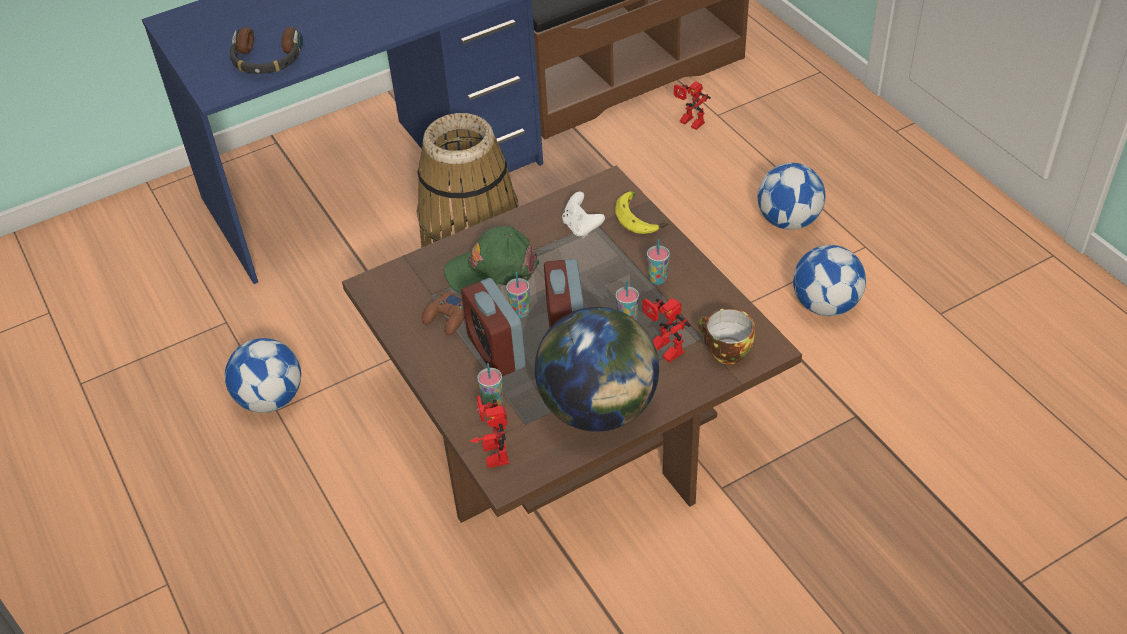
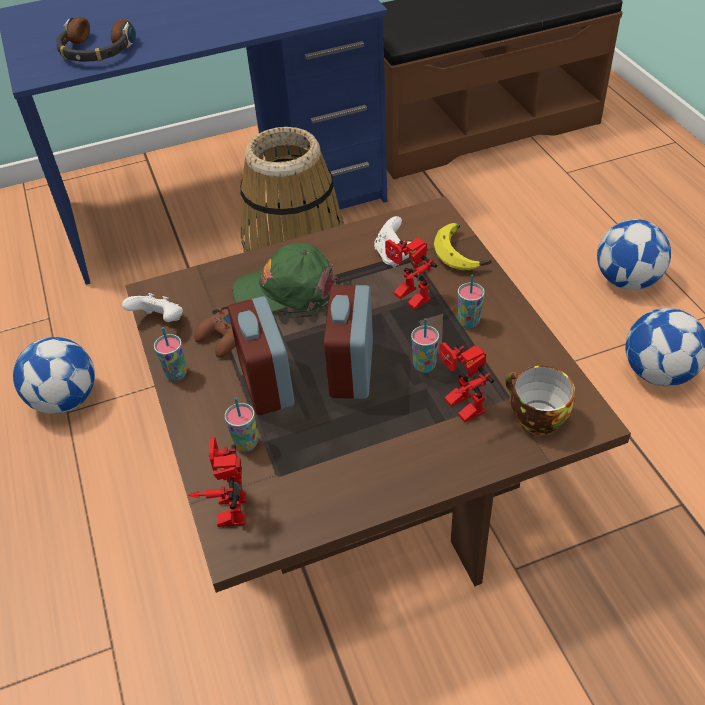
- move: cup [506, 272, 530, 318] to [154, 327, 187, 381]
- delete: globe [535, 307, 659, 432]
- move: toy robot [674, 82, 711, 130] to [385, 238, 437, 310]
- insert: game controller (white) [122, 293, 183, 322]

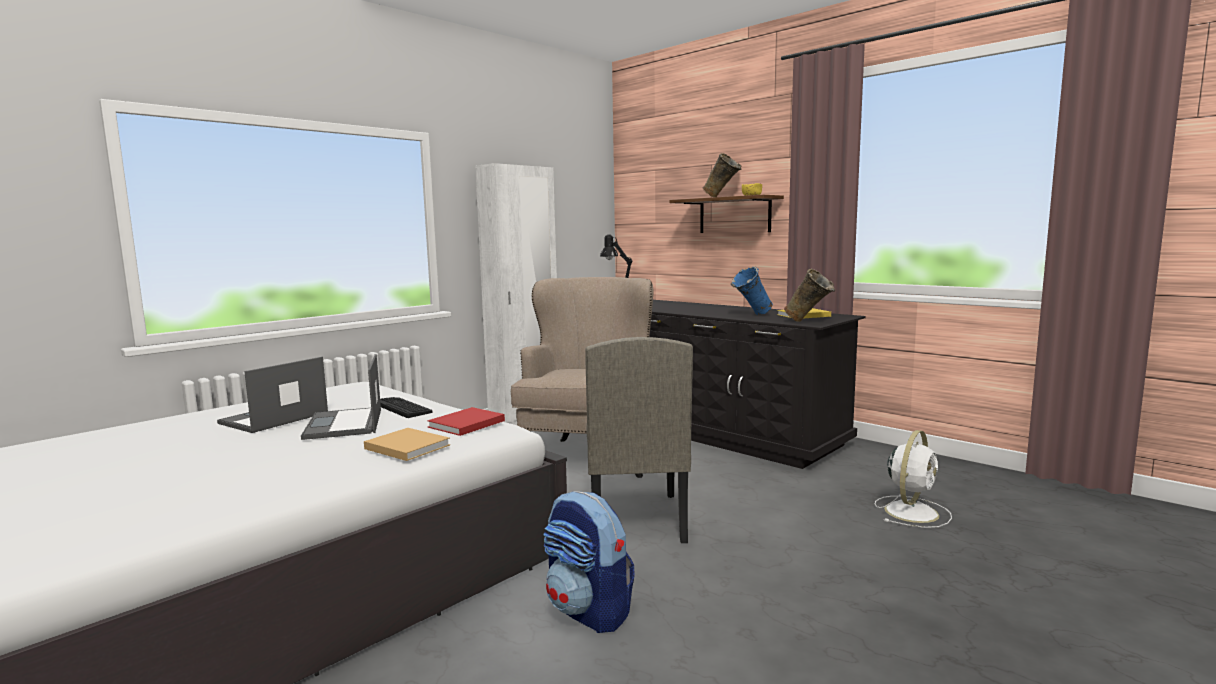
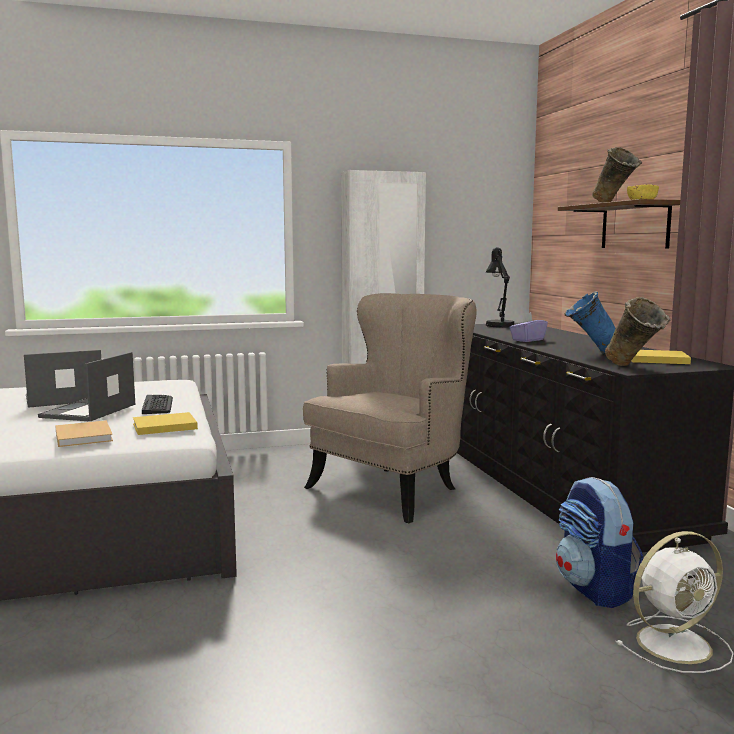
- recolor: book (red) [427, 407, 505, 436] to book (yellow) [133, 412, 198, 435]
- move: backpack [543, 491, 634, 633] to [556, 477, 644, 608]
- delete: chair (beige) [585, 337, 693, 543]
- insert: tissue box (purple) [509, 312, 548, 342]

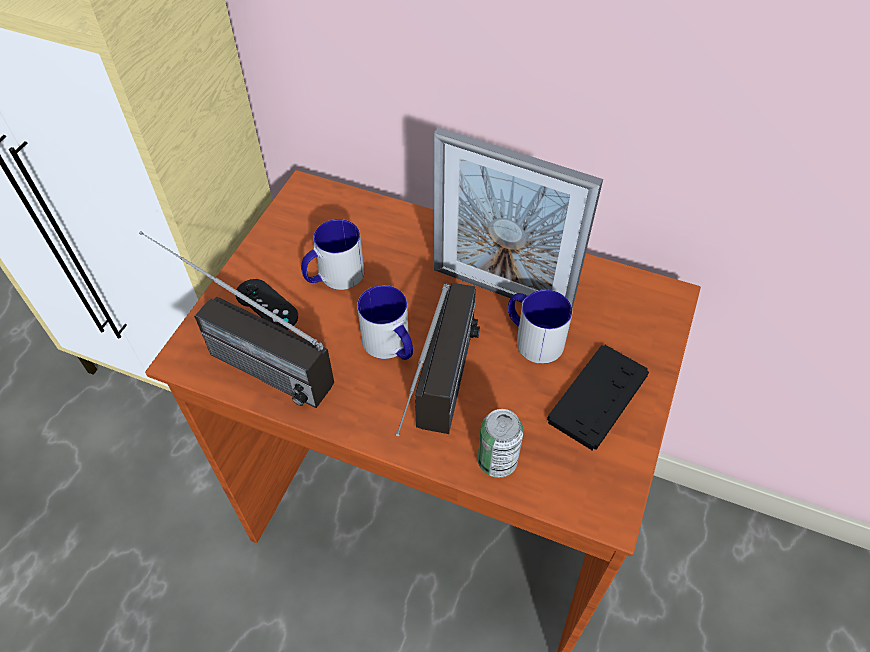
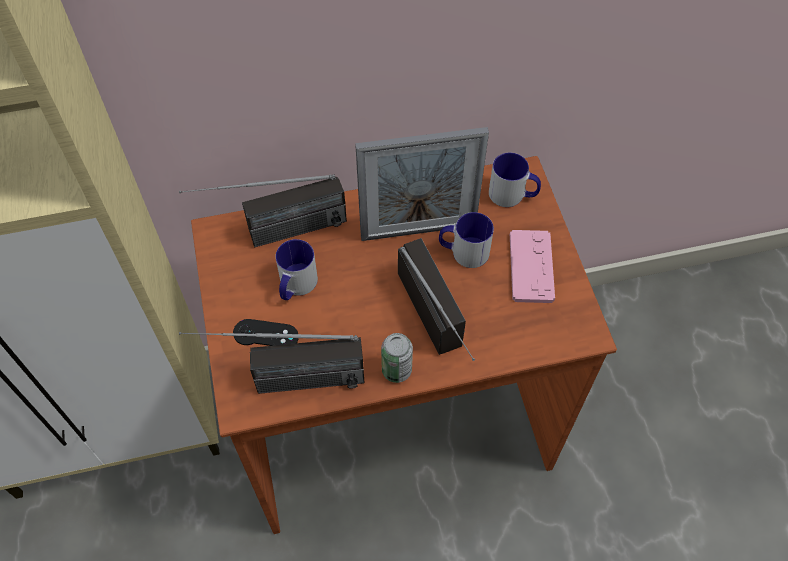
- move: mug [357, 285, 413, 360] to [489, 153, 541, 207]
- move: can [478, 409, 524, 478] to [381, 333, 413, 383]
- recolor: game controller (black) [547, 345, 649, 450] to game controller (pink) [510, 230, 555, 303]
- insert: radio [179, 174, 347, 247]

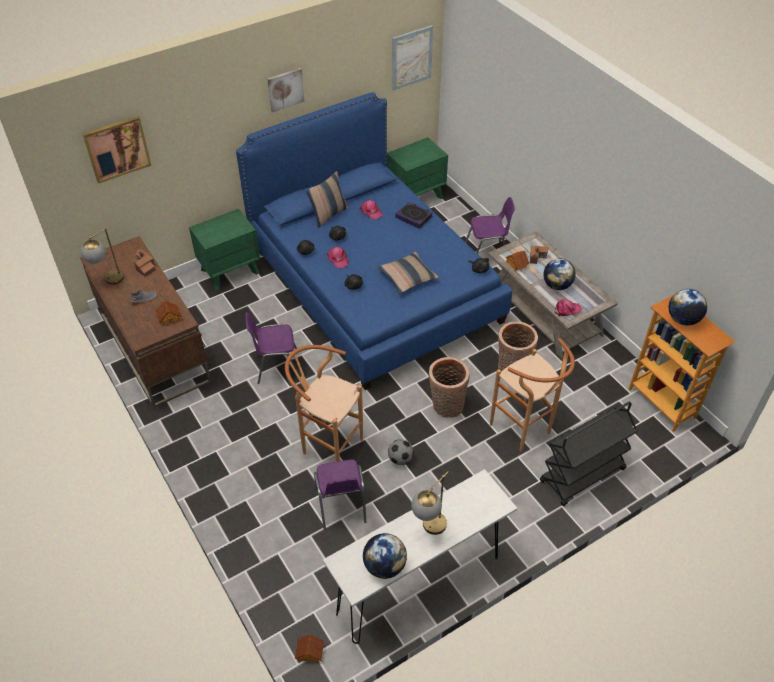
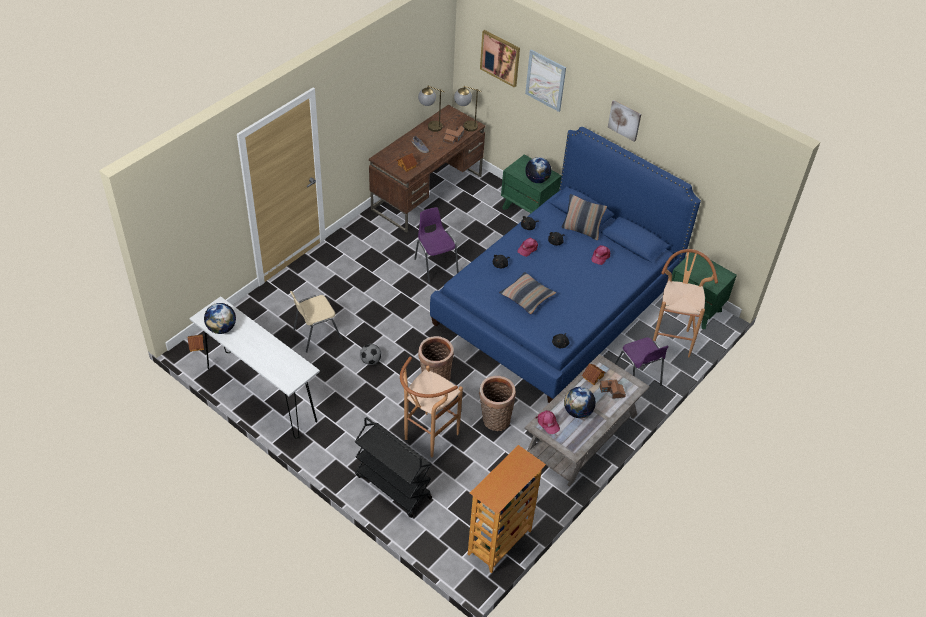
- move: stool (brown) [285, 345, 363, 462] to [653, 249, 718, 357]
- recolor: chair (purple) [314, 459, 366, 530] to chair (beige) [290, 291, 343, 352]
- move: picture [392, 25, 433, 91] to [525, 50, 566, 112]
- delete: book [395, 202, 433, 229]
- move: table lamp [411, 471, 448, 535] to [454, 86, 482, 132]
- move: globe [669, 289, 707, 325] to [525, 157, 552, 183]

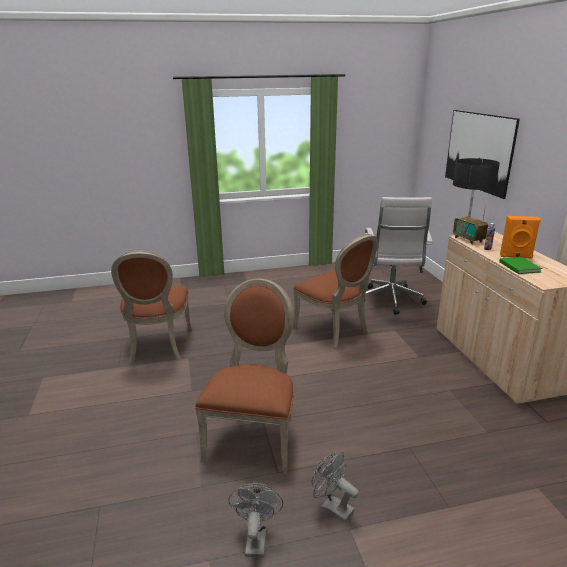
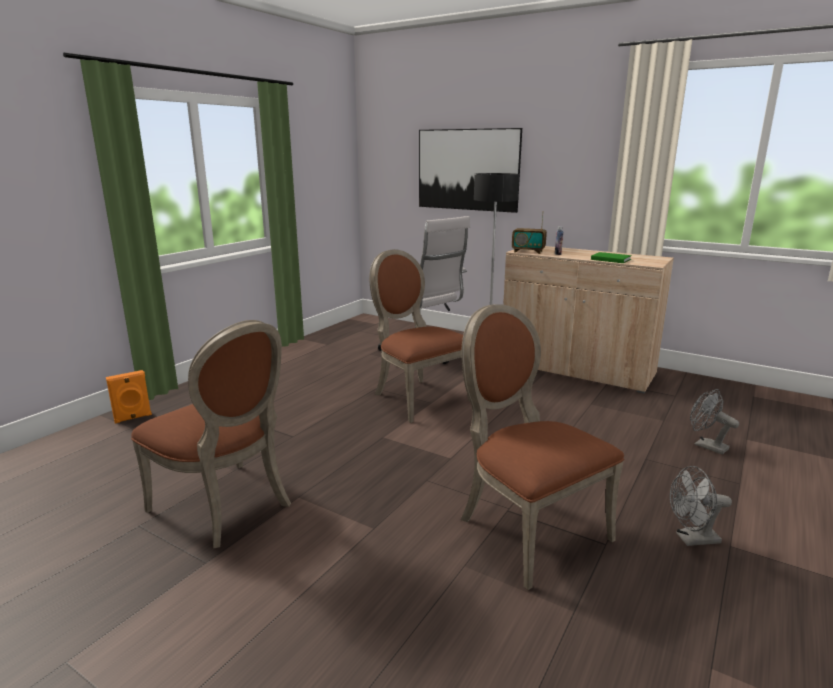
- move: fan (grey) [229, 483, 283, 557] to [690, 389, 739, 454]
- rotate: chair (brown) [293, 234, 378, 348] = [369, 249, 470, 423] 135 degrees counterclockwise
- move: speaker (orange) [500, 216, 541, 259] to [106, 370, 152, 424]

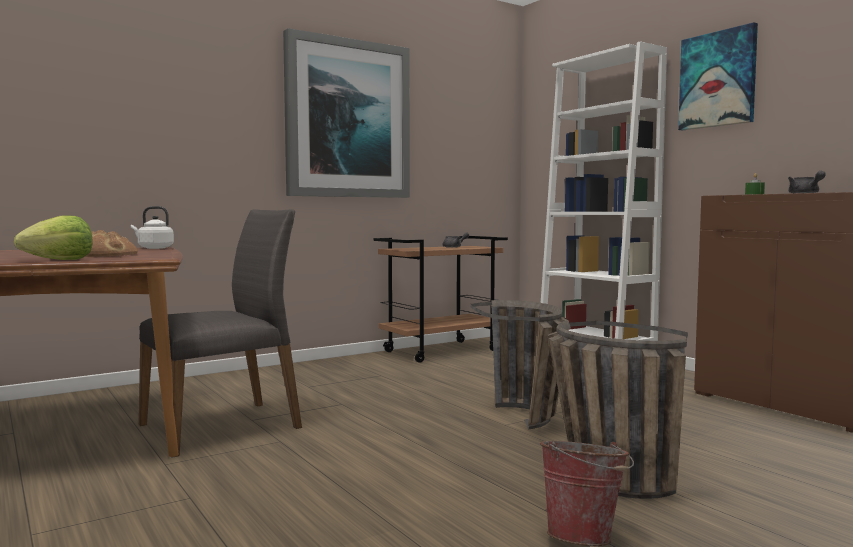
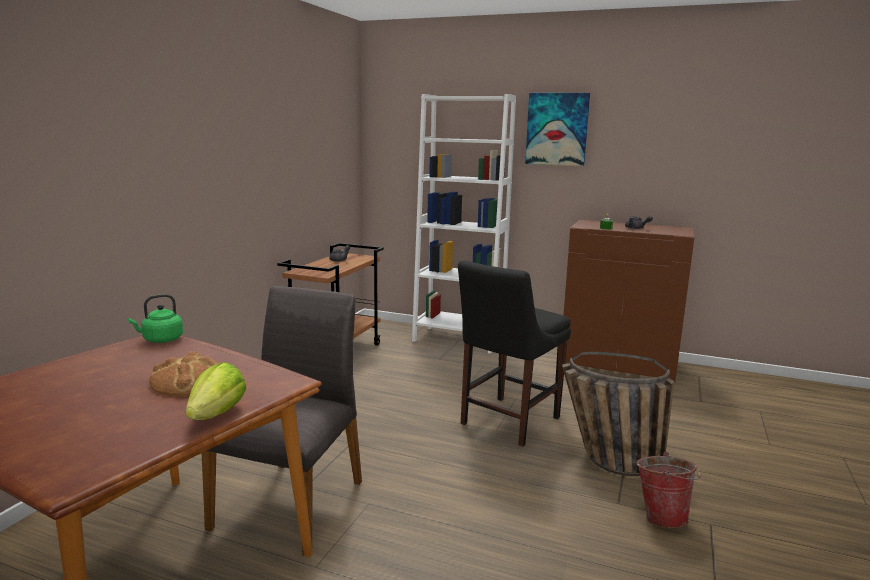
- recolor: kettle (white) [131, 206, 174, 249] to kettle (green) [128, 294, 183, 343]
- delete: picture [283, 28, 410, 198]
- replace: basket [471, 300, 568, 430] to chair (black) [458, 260, 571, 446]

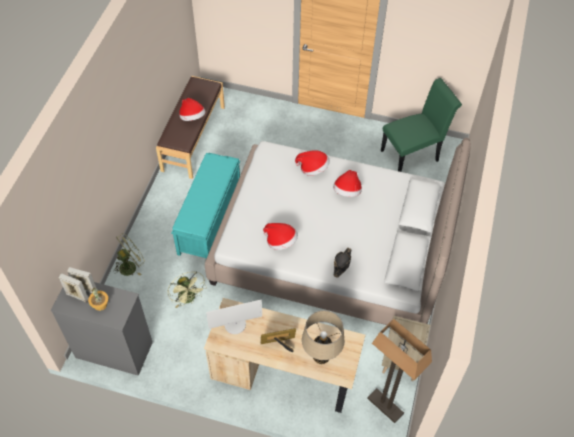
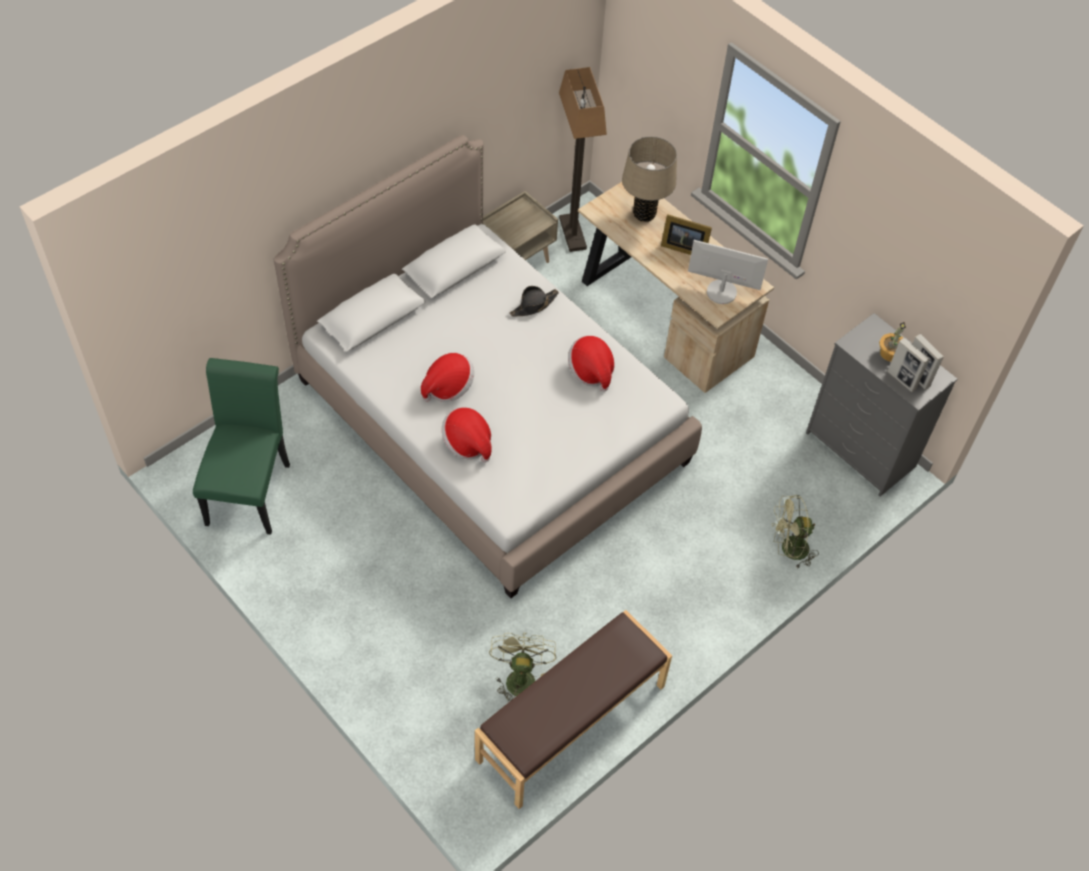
- move: fan (green) [168, 271, 207, 308] to [489, 633, 557, 703]
- delete: bench (turquoise) [171, 153, 240, 259]
- delete: hat [179, 98, 206, 121]
- rotate: chair (green) [381, 78, 462, 172] = [193, 358, 290, 535] 90 degrees clockwise

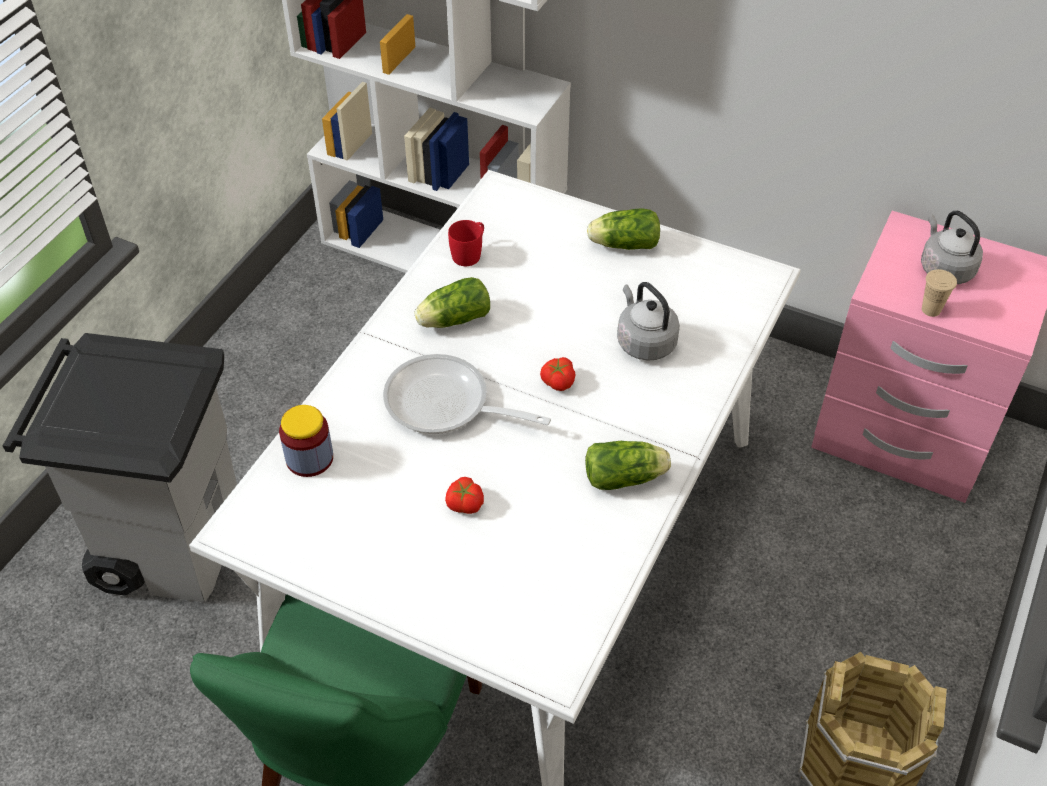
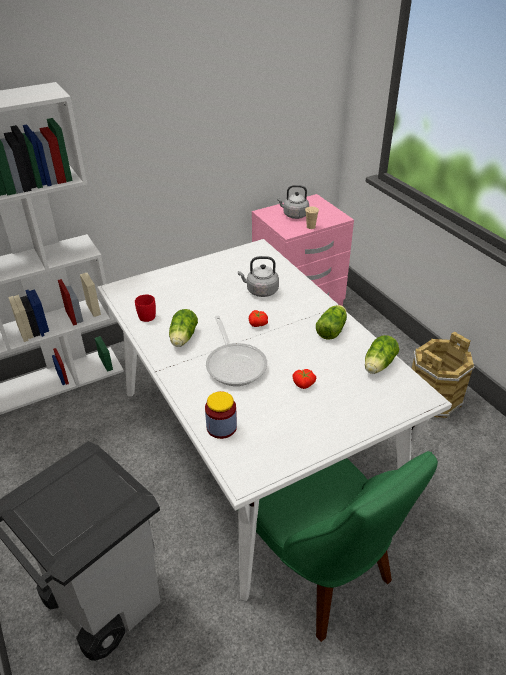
- rotate: frying pan [383, 354, 551, 434] = [206, 316, 267, 386] 75 degrees counterclockwise
- move: lettuce [587, 208, 660, 250] to [365, 335, 399, 374]

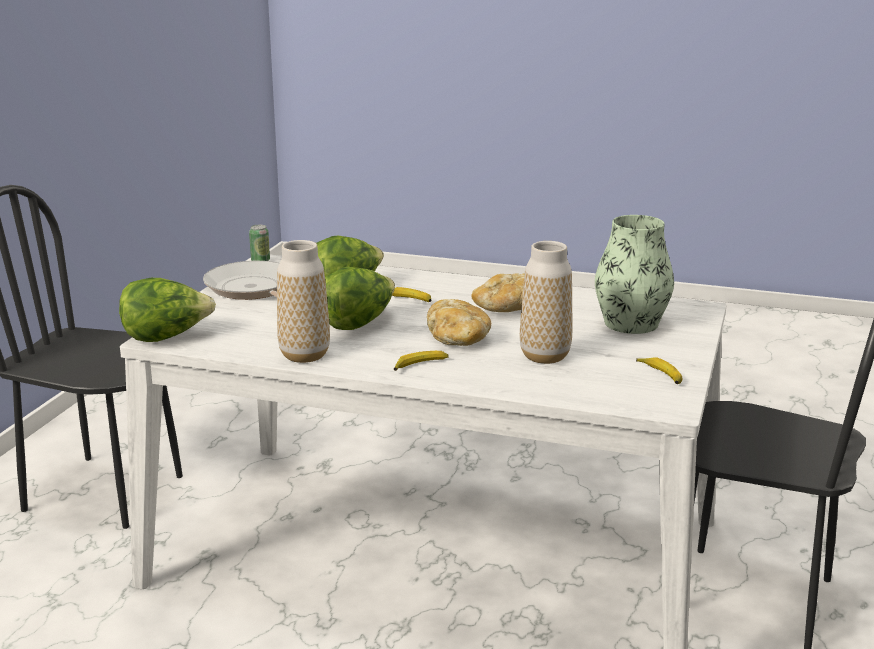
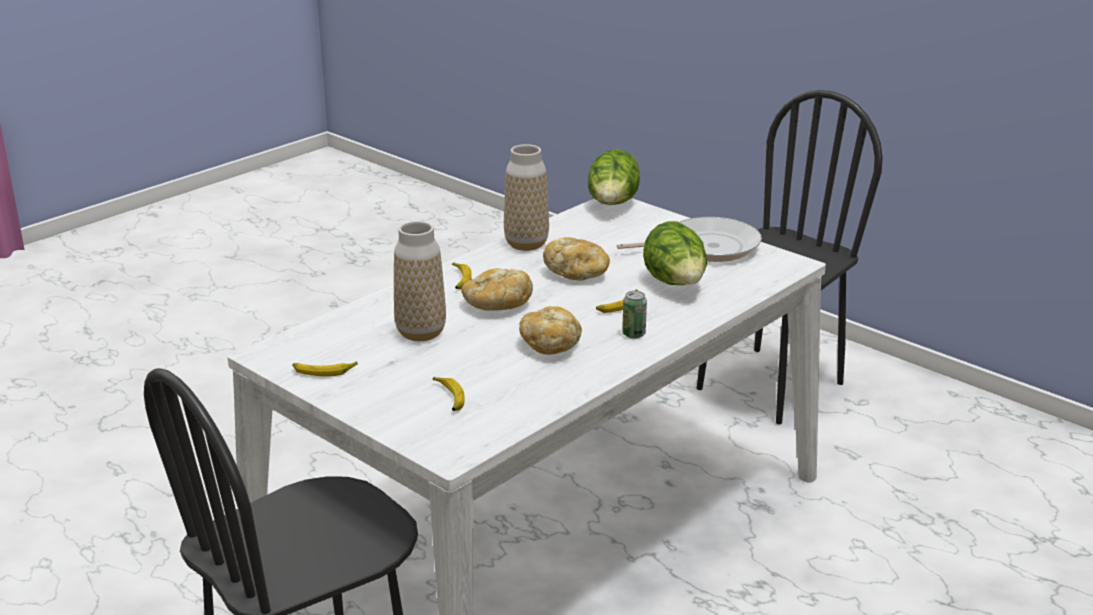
- move: can [249, 225, 270, 261] to [622, 291, 647, 339]
- replace: lettuce [325, 267, 395, 330] to bread [543, 237, 610, 281]
- replace: vase [595, 215, 674, 334] to banana [433, 377, 465, 411]

